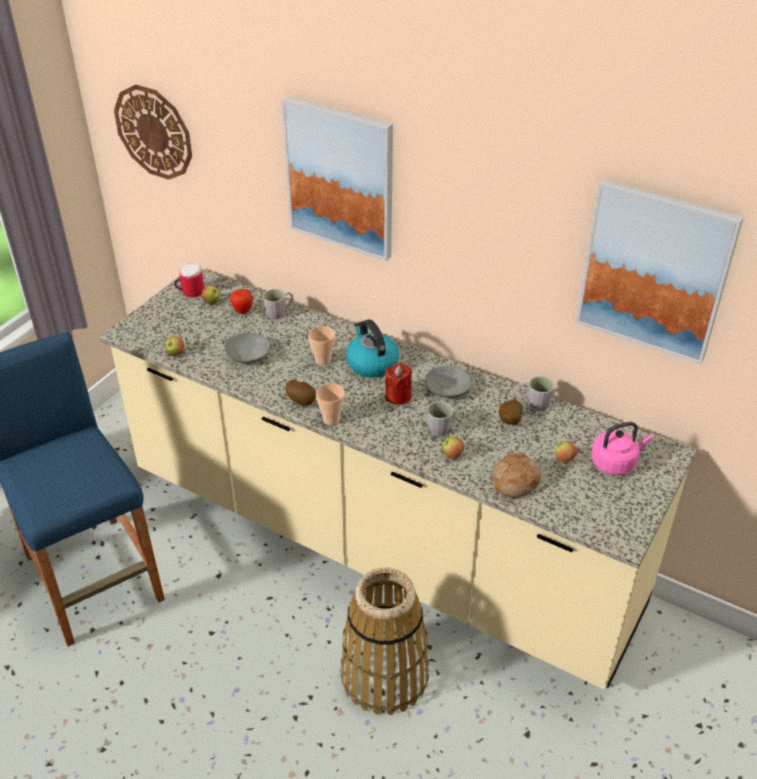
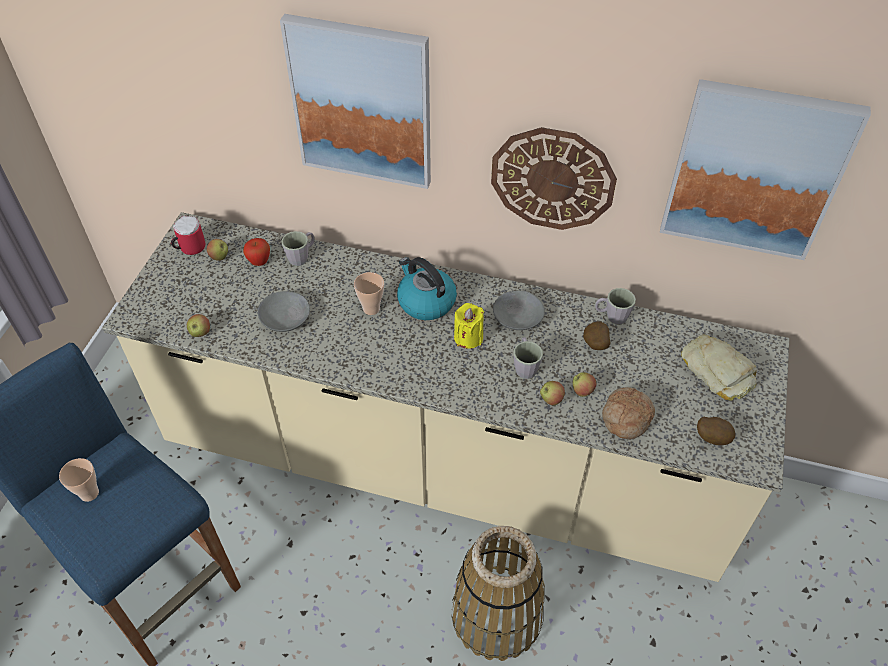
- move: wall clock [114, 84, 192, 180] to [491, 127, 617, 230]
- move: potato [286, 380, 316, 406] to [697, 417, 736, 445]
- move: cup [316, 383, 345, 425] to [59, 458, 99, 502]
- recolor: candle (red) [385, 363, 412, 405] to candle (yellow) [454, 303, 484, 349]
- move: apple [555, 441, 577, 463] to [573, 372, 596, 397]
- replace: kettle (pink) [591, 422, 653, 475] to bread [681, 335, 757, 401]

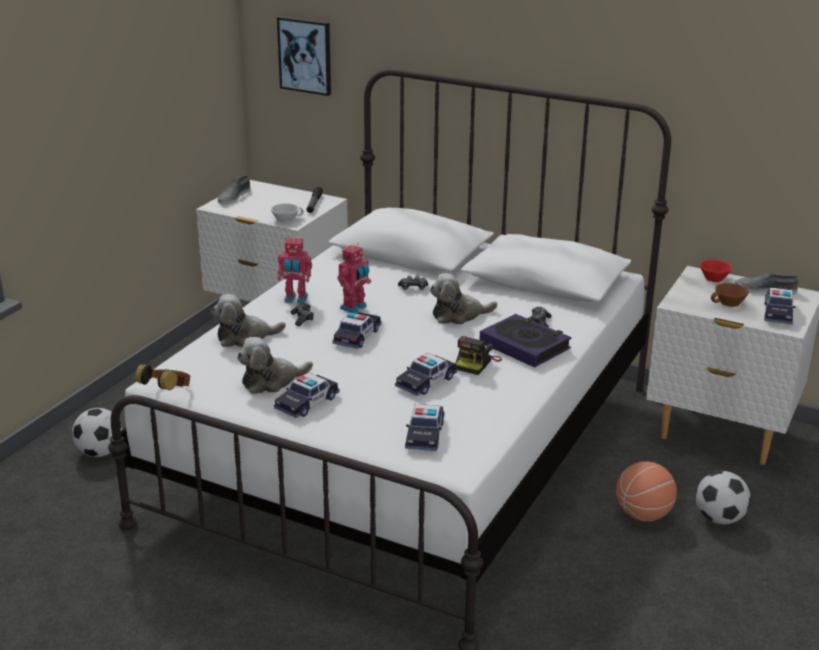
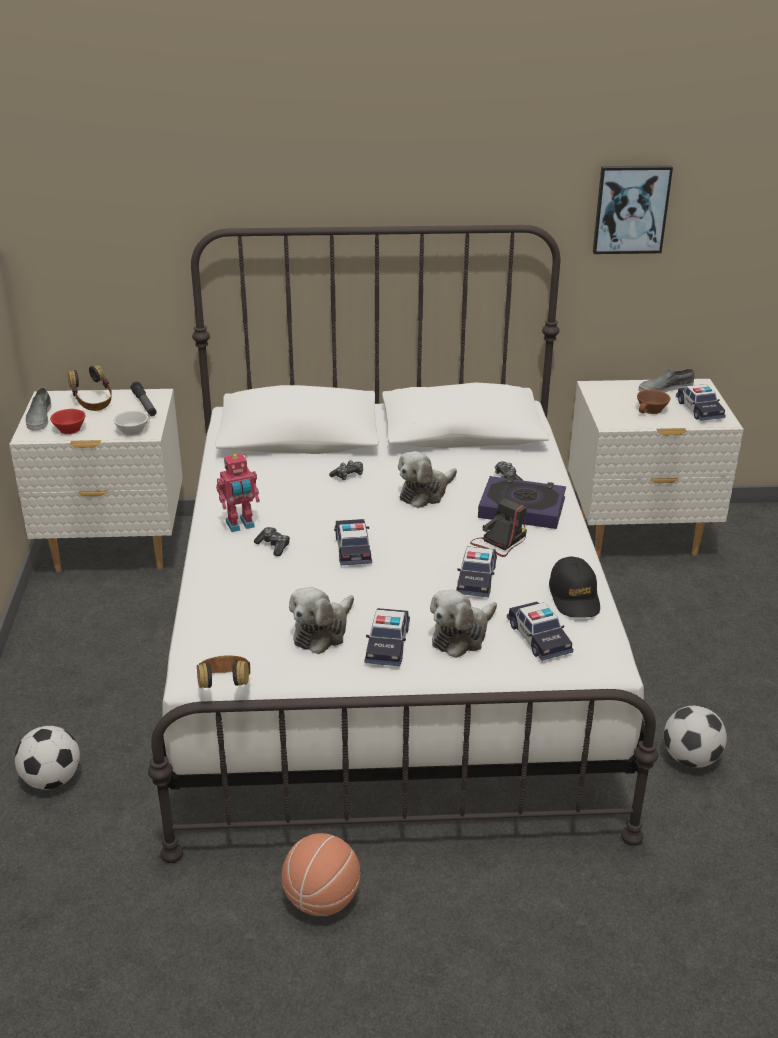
- move: plush toy [211, 294, 286, 347] to [430, 590, 497, 658]
- move: picture [277, 16, 331, 96] to [593, 165, 673, 254]
- delete: toy robot [337, 243, 371, 313]
- rotate: photo camera [456, 336, 502, 375] = [470, 498, 527, 557] 135 degrees counterclockwise
- move: basketball [616, 461, 677, 521] to [282, 833, 360, 916]
- move: football [696, 471, 751, 524] to [664, 706, 727, 768]
- move: cup (red) [700, 260, 732, 282] to [50, 409, 85, 434]
- insert: headphones [68, 365, 112, 411]
- insert: cap (black) [549, 556, 600, 618]

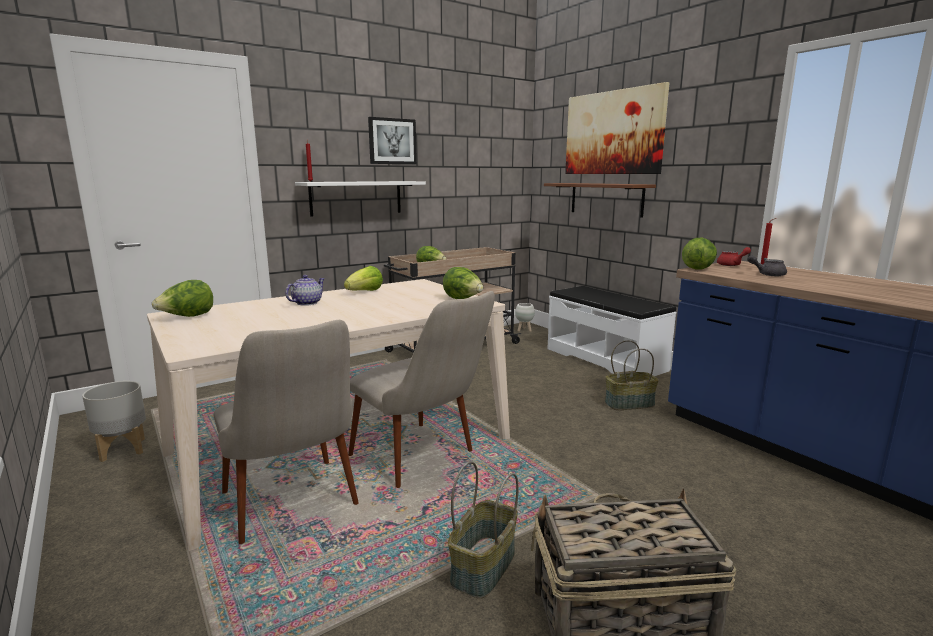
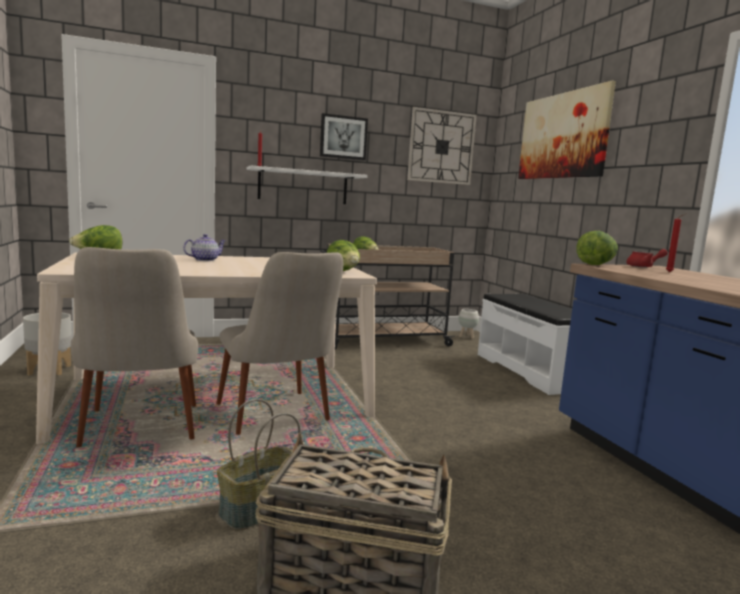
- delete: lettuce [344, 266, 383, 291]
- delete: shelf (brown) [544, 183, 656, 218]
- delete: basket [605, 340, 659, 410]
- delete: teapot (grey) [747, 255, 787, 276]
- insert: wall clock [407, 107, 477, 185]

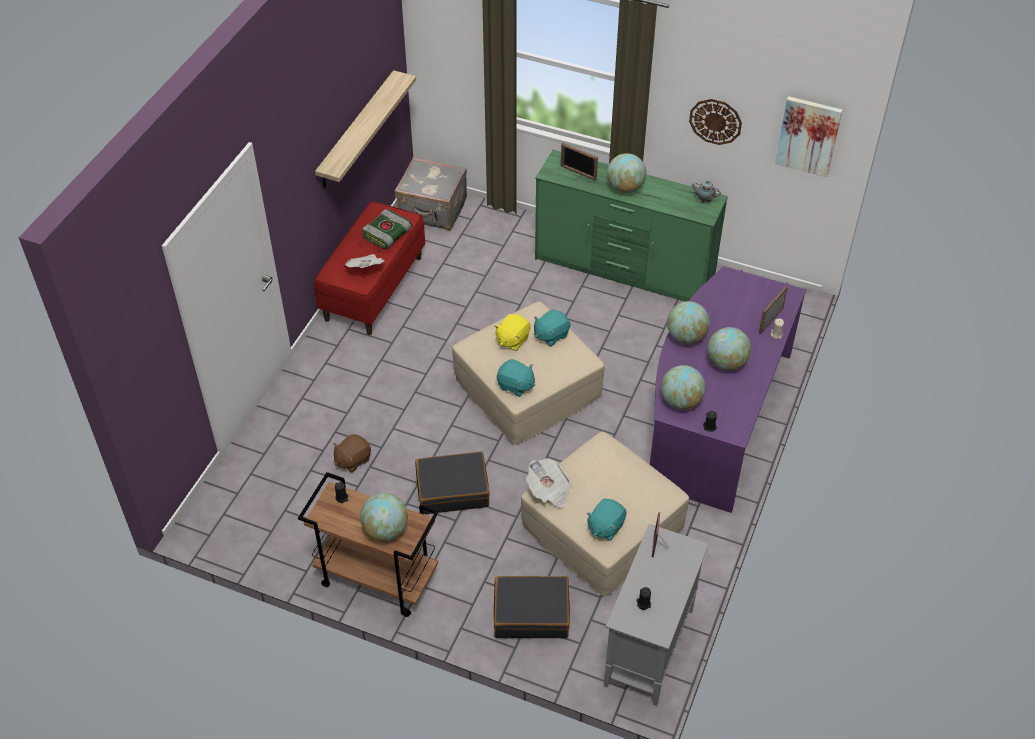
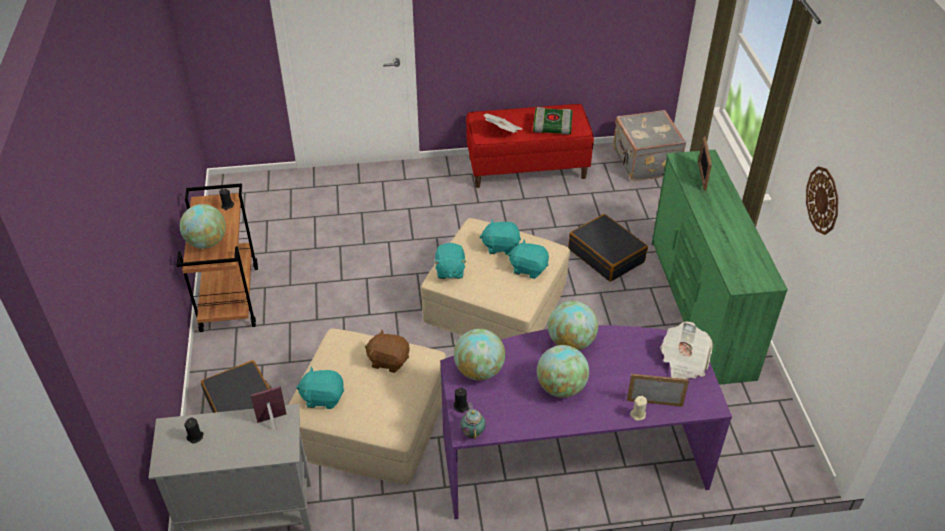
- delete: shelf [315, 70, 416, 188]
- move: plush toy (brown) [333, 434, 371, 472] to [365, 330, 410, 373]
- move: suitcase (black) [415, 451, 490, 514] to [568, 214, 648, 282]
- recolor: plush toy (yellow) [494, 314, 531, 351] to plush toy (turquoise) [480, 219, 521, 255]
- move: newspaper [526, 458, 572, 508] to [660, 322, 713, 379]
- delete: globe [607, 153, 646, 193]
- move: teapot [691, 181, 721, 203] to [460, 403, 486, 440]
- delete: picture [775, 96, 843, 177]

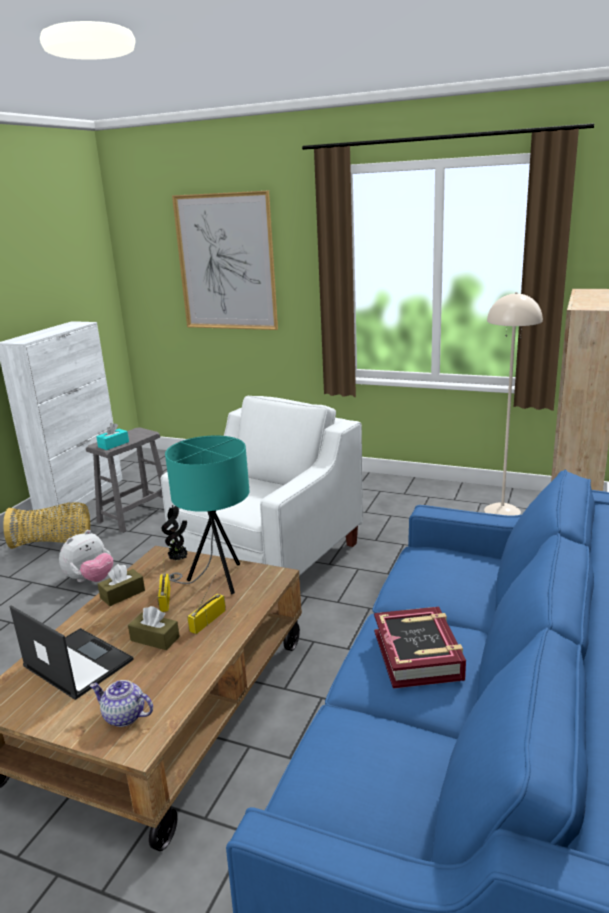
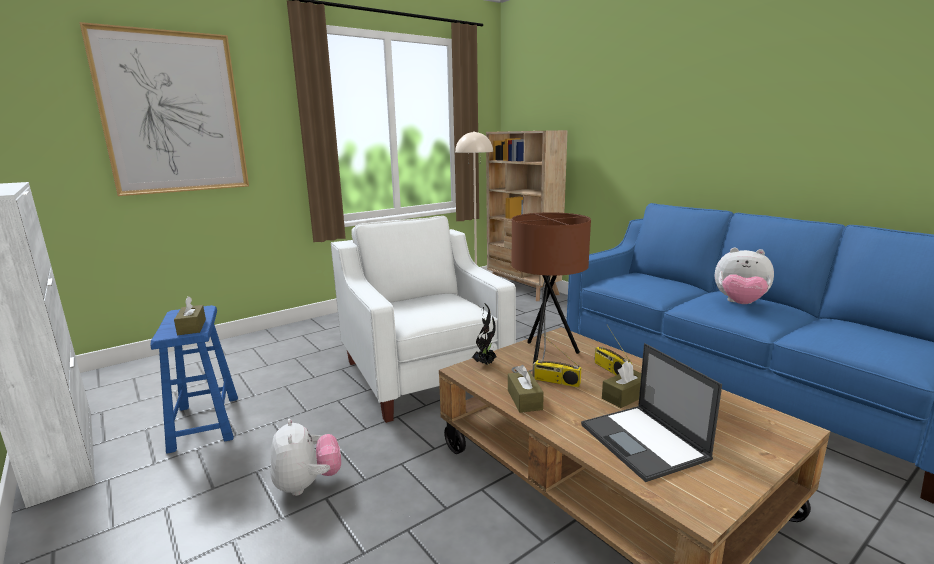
- delete: basket [3, 503, 90, 549]
- rotate: laptop [10, 606, 134, 700] = [581, 343, 722, 482] 90 degrees counterclockwise
- recolor: stool (grey) [86, 427, 164, 533] to stool (blue) [150, 305, 238, 454]
- delete: teapot [90, 680, 153, 727]
- recolor: tissue box (turquoise) [96, 423, 129, 450] to tissue box (brown) [174, 296, 206, 335]
- recolor: table lamp (turquoise) [165, 436, 250, 594] to table lamp (brown) [511, 212, 591, 373]
- replace: book [374, 607, 466, 689] to plush toy [715, 248, 774, 304]

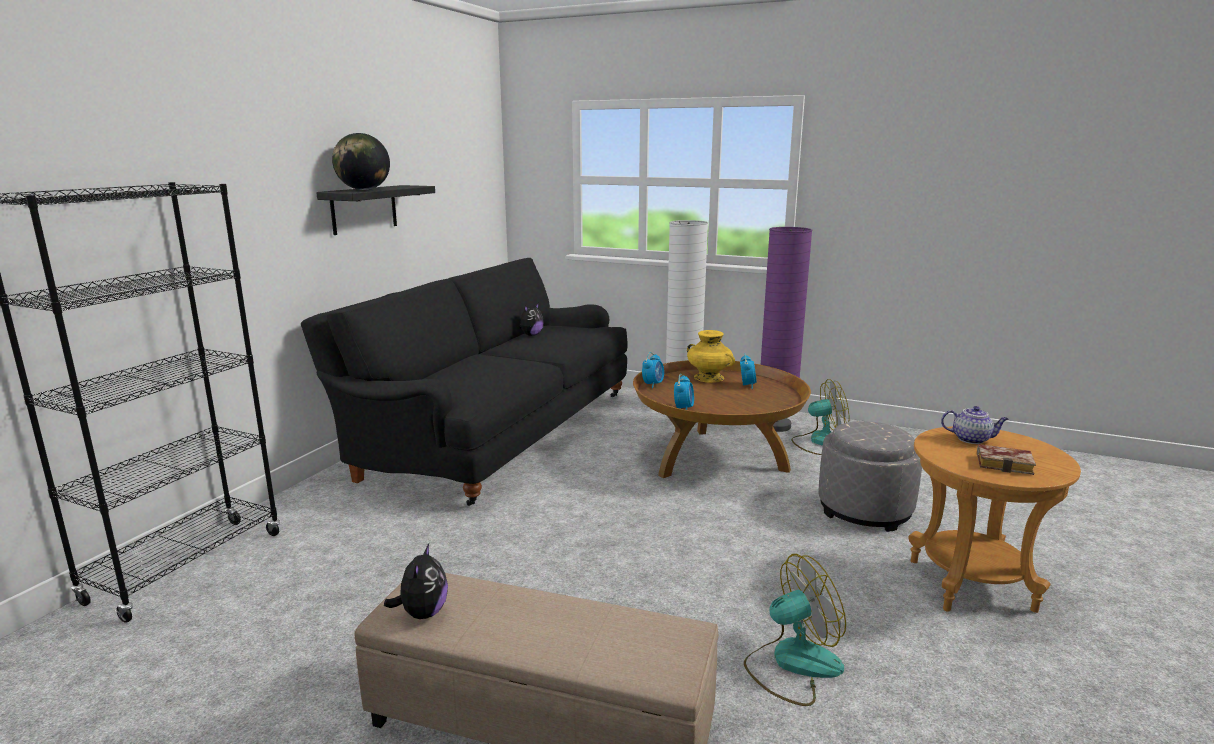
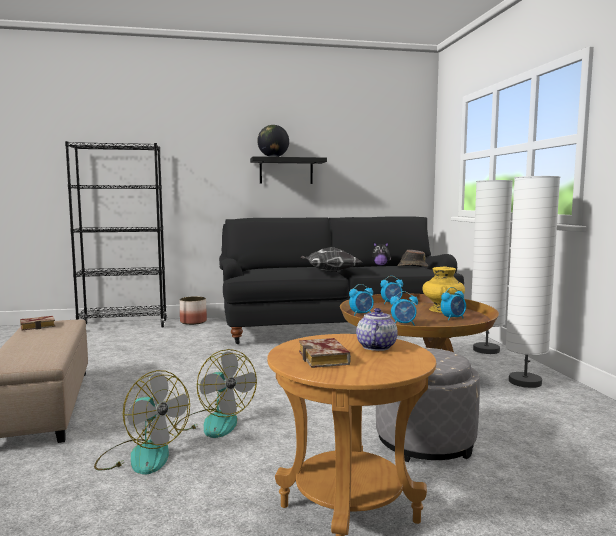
- replace: plush toy [384, 543, 448, 619] to book [20, 316, 55, 330]
- recolor: floor lamp (purple) [761, 227, 812, 432] to floor lamp (white) [505, 176, 560, 388]
- move: fan [791, 379, 849, 455] to [174, 349, 257, 438]
- rotate: teapot [941, 406, 1009, 444] = [356, 308, 397, 351] 150 degrees counterclockwise
- insert: planter [180, 296, 207, 325]
- insert: pillow [300, 247, 362, 272]
- insert: alarm clock [390, 291, 418, 326]
- insert: hat (brown) [397, 250, 428, 267]

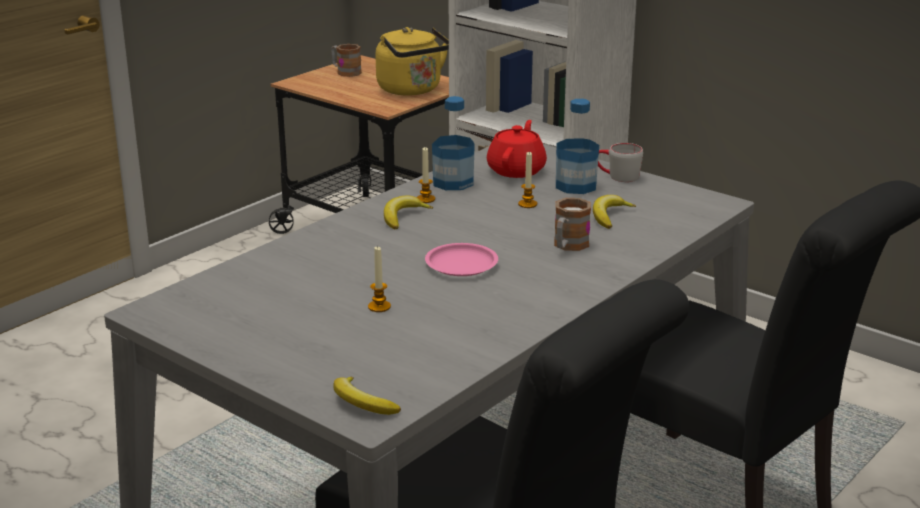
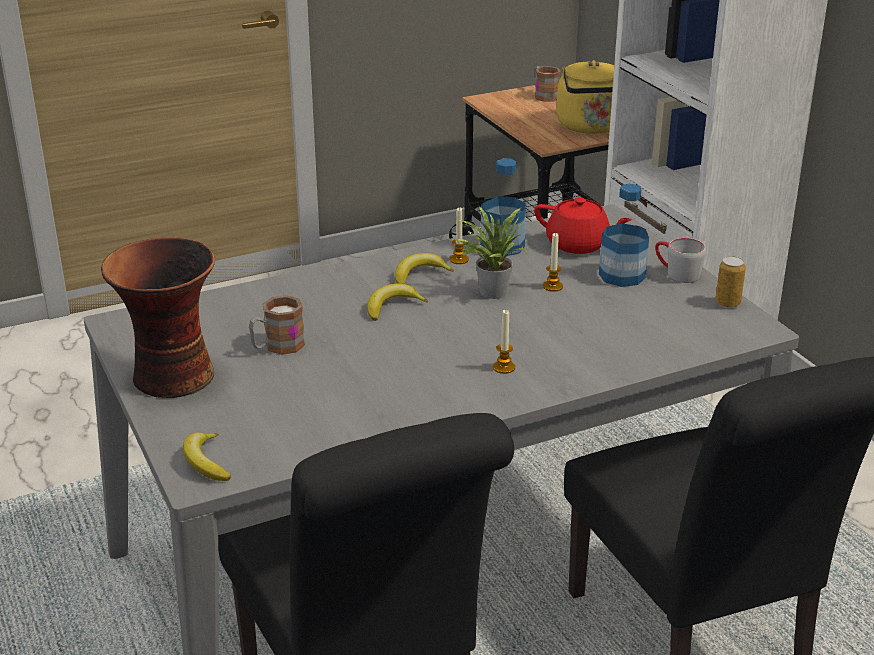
- move: candle [368, 246, 391, 312] to [493, 310, 515, 374]
- delete: plate (pink) [425, 243, 498, 276]
- rotate: teapot (red) [487, 120, 547, 178] = [534, 197, 632, 254] 75 degrees clockwise
- move: mug [554, 198, 591, 251] to [249, 295, 305, 355]
- move: banana [593, 195, 636, 229] to [367, 284, 428, 321]
- insert: vase [101, 237, 215, 398]
- insert: potted plant [454, 207, 528, 299]
- insert: can [715, 256, 746, 308]

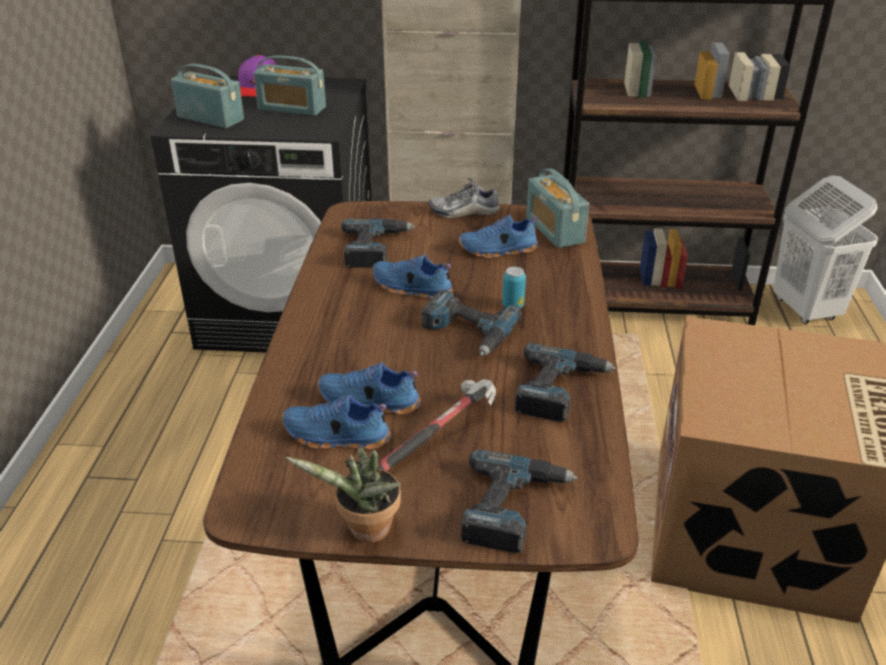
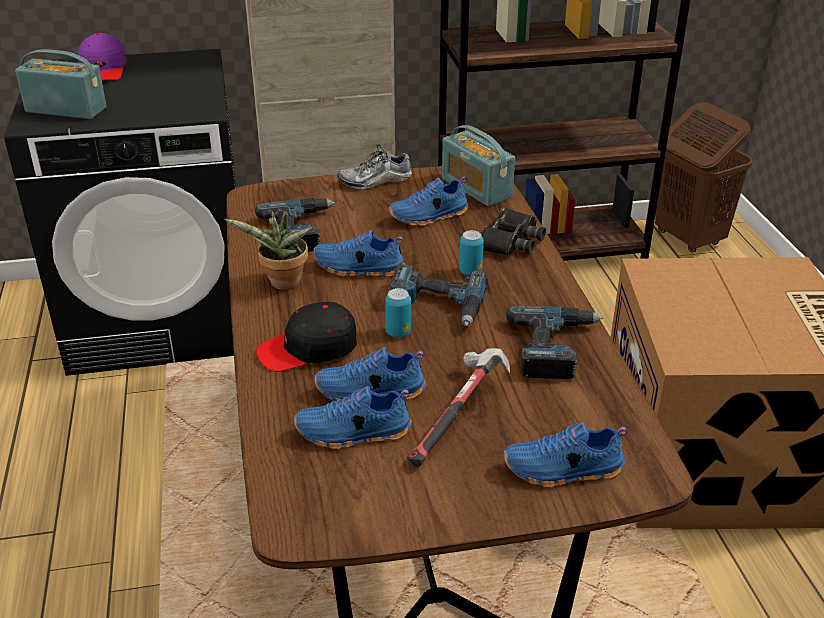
- delete: radio [254, 55, 326, 116]
- move: potted plant [285, 447, 401, 543] to [224, 211, 312, 290]
- replace: power drill [461, 449, 578, 553] to shoe (blue) [504, 422, 627, 488]
- recolor: laundry basket (white) [773, 175, 878, 324] to laundry basket (brown) [655, 103, 753, 253]
- insert: cap (black) [256, 302, 357, 372]
- insert: can [385, 288, 411, 337]
- insert: binoculars (black) [480, 208, 546, 256]

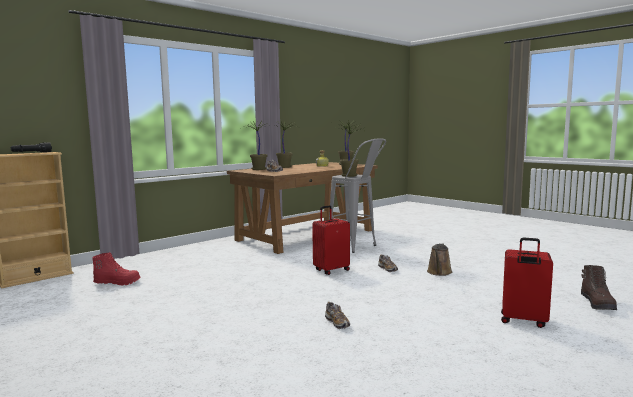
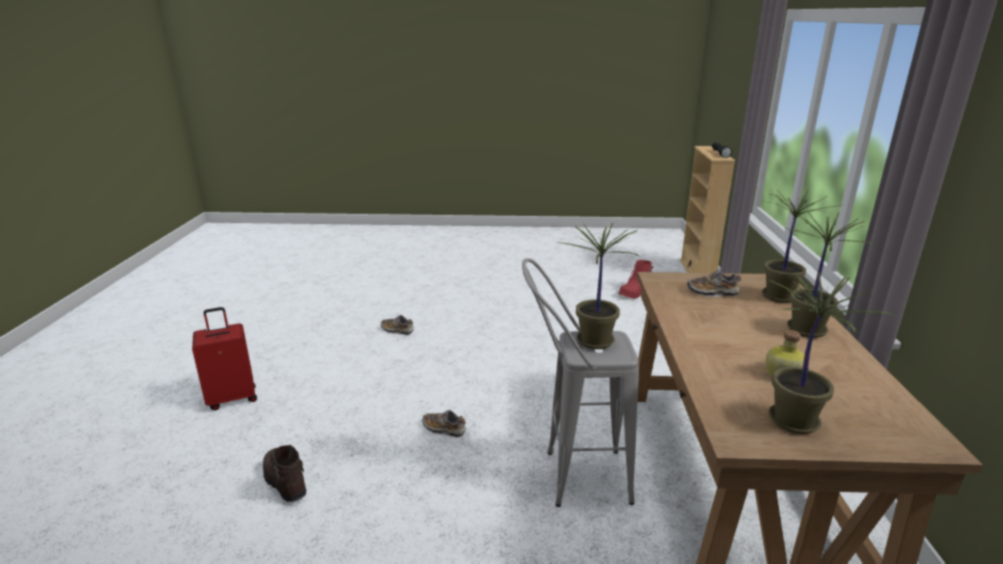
- delete: suitcase (red) [312, 206, 350, 275]
- delete: watering can (brown) [427, 243, 453, 276]
- move: boot (brown) [581, 265, 617, 310] to [263, 445, 306, 502]

